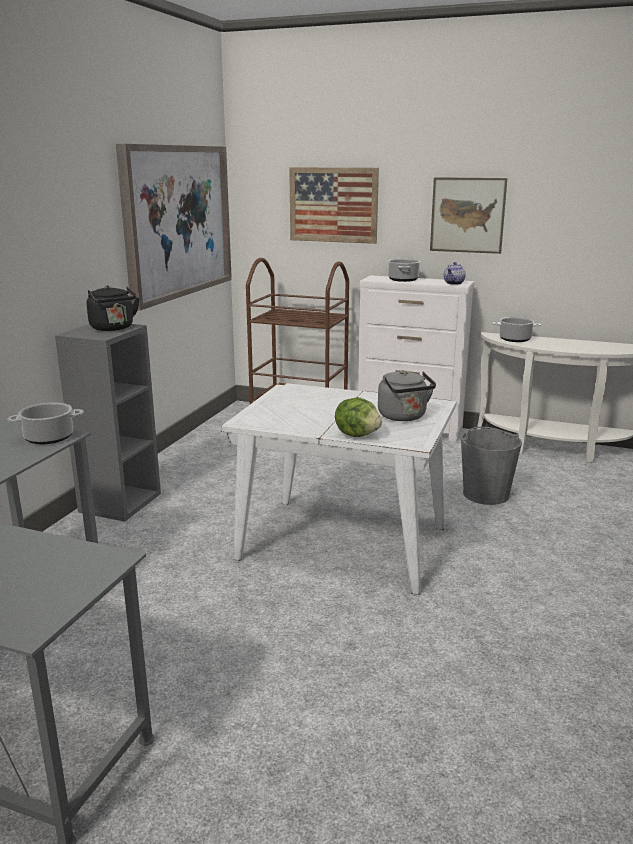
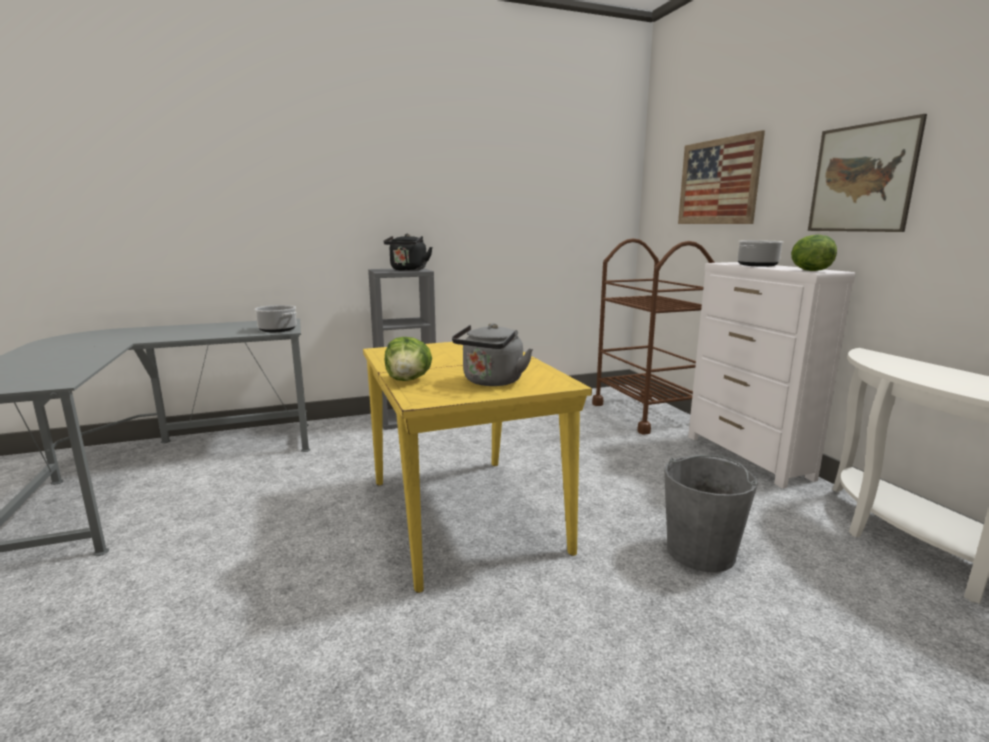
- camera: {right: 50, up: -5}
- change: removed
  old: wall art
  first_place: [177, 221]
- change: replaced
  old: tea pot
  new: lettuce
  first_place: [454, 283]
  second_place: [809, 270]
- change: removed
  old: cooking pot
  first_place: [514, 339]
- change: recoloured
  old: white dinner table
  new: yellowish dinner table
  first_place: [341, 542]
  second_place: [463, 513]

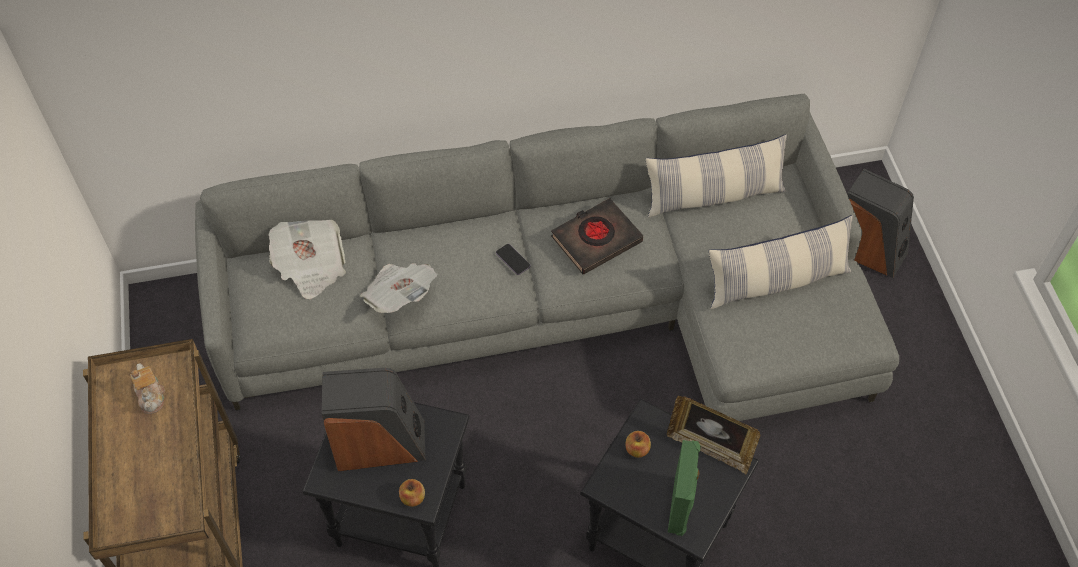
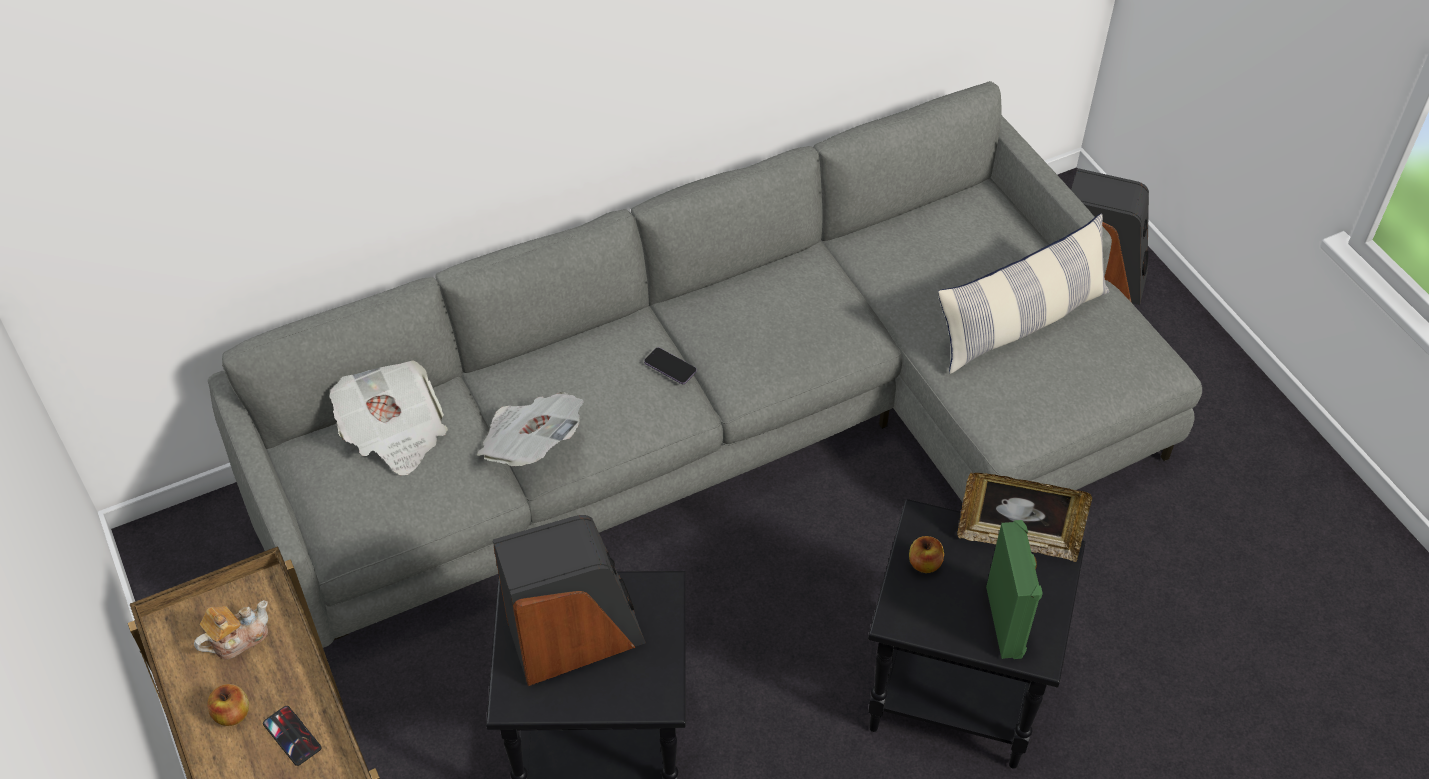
- camera: {right: -15, up: -5}
- change: removed
  old: pillow
  first_place: [713, 196]
- change: removed
  old: black volume
  first_place: [596, 239]
- change: turned
  old: tea pot
  first_place: [151, 395]
  second_place: [237, 638]
  degrees: -90
- change: moved
  old: whole apple
  first_place: [413, 498]
  second_place: [232, 714]
- change: added
  new: telephone
  second_place: [292, 736]

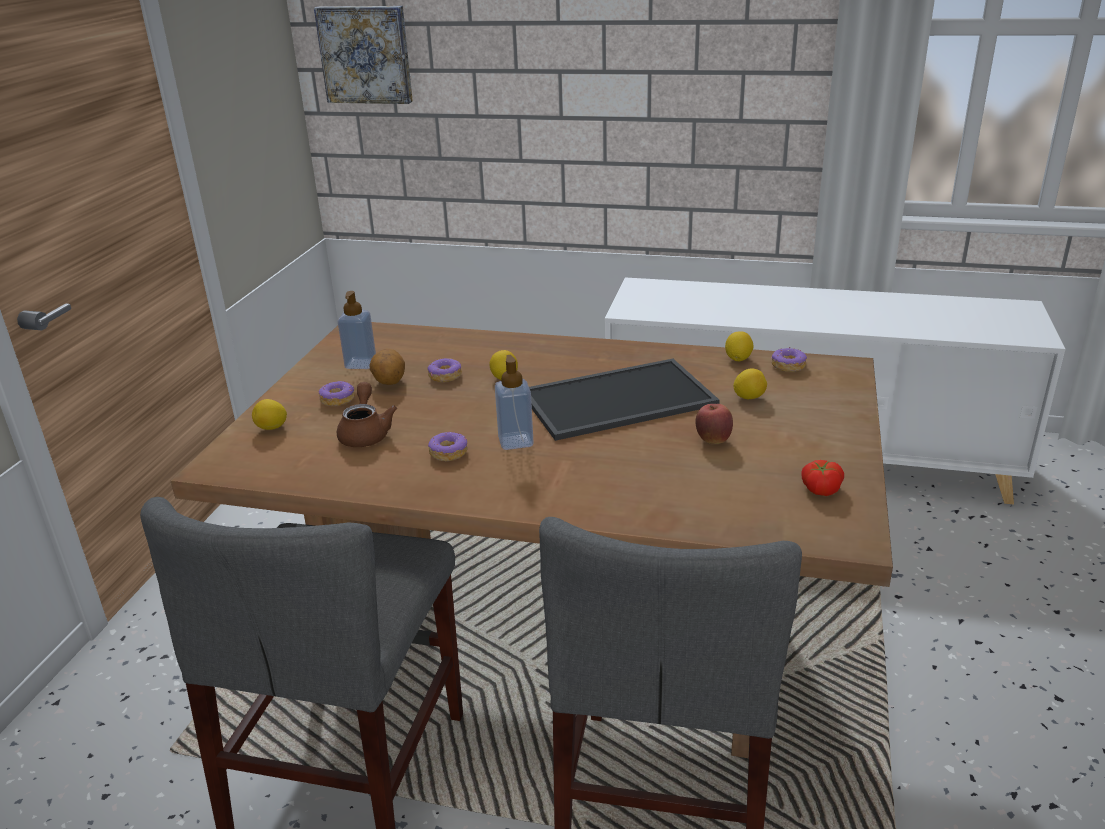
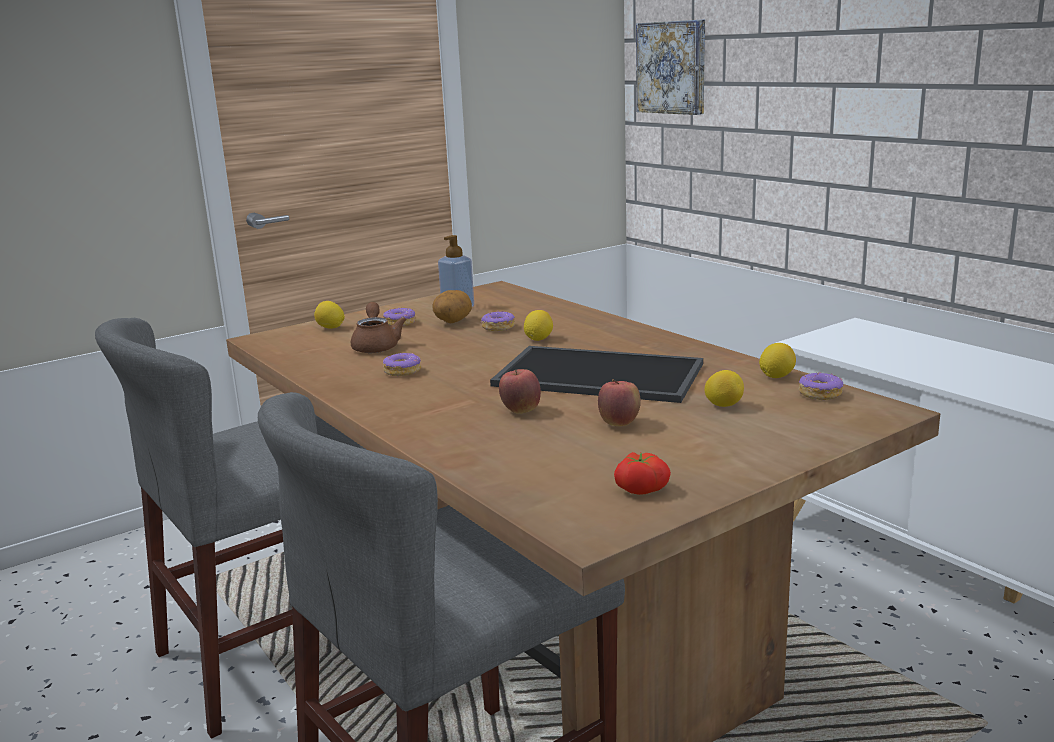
- camera: {right: 40, up: -10}
- change: removed
  old: soap bottle
  first_place: [515, 441]
- change: turned
  old: brown-coloured tea pot
  first_place: [366, 433]
  second_place: [376, 346]
  degrees: -45
- change: added
  new: whole apple
  second_place: [520, 411]

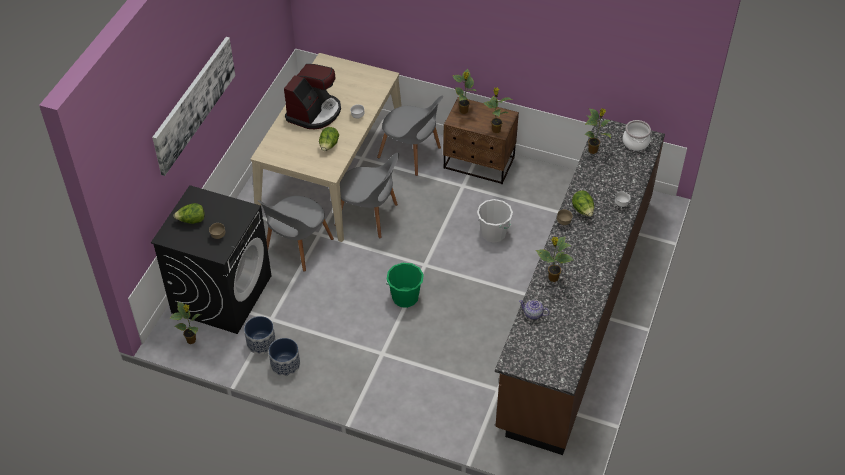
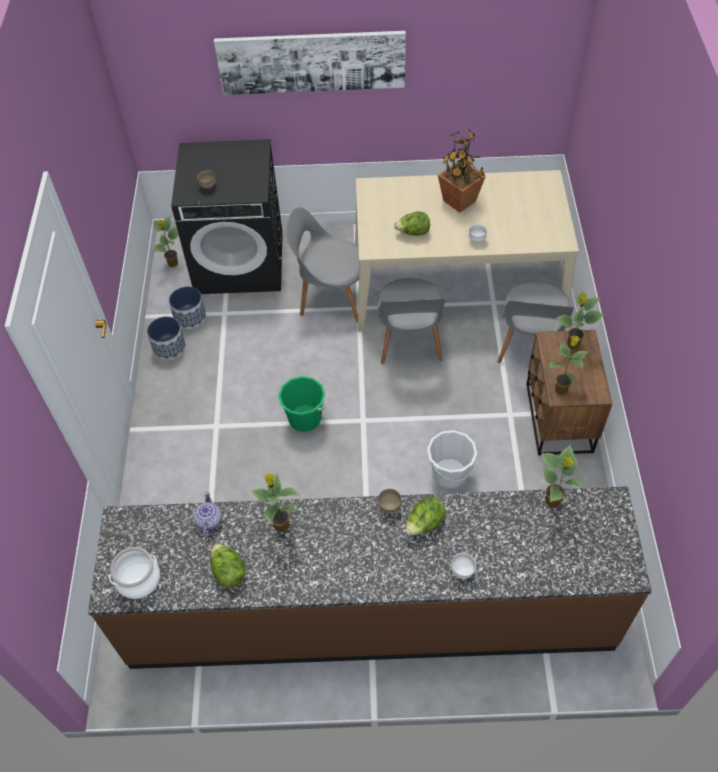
- camera: {right: 70, up: 5}
- change: replaced
  old: coffee brewer
  new: houseplant
  first_place: [314, 112]
  second_place: [459, 201]
- change: moved
  old: cooking pot
  first_place: [635, 142]
  second_place: [138, 579]
- change: moved
  old: lettuce
  first_place: [191, 221]
  second_place: [228, 572]

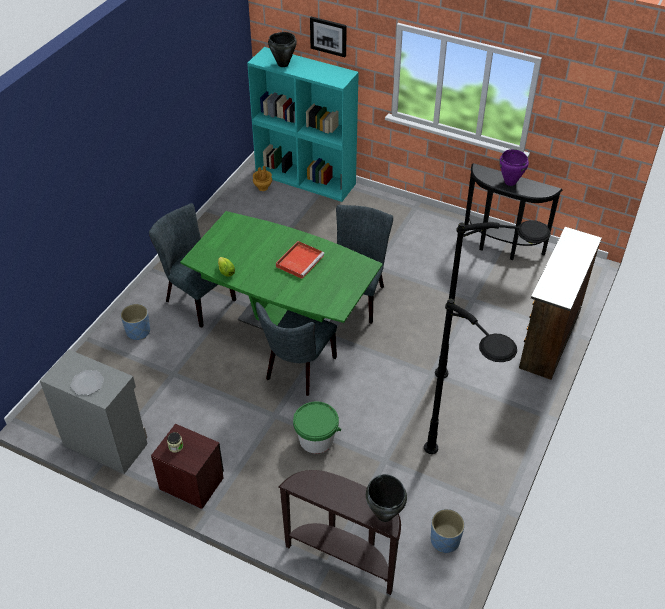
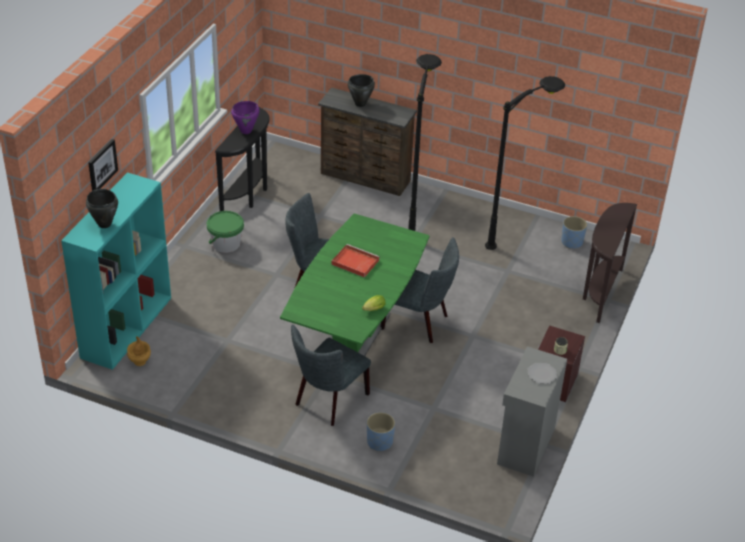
- camera: {right: -95, up: -5}
- change: moved
  old: green-coloured bucket
  first_place: [316, 439]
  second_place: [226, 244]
- change: moved
  old: black cooking pot
  first_place: [384, 514]
  second_place: [360, 104]

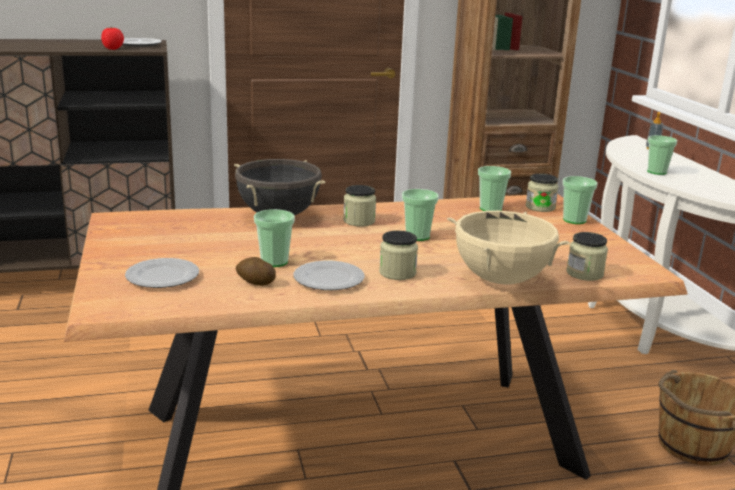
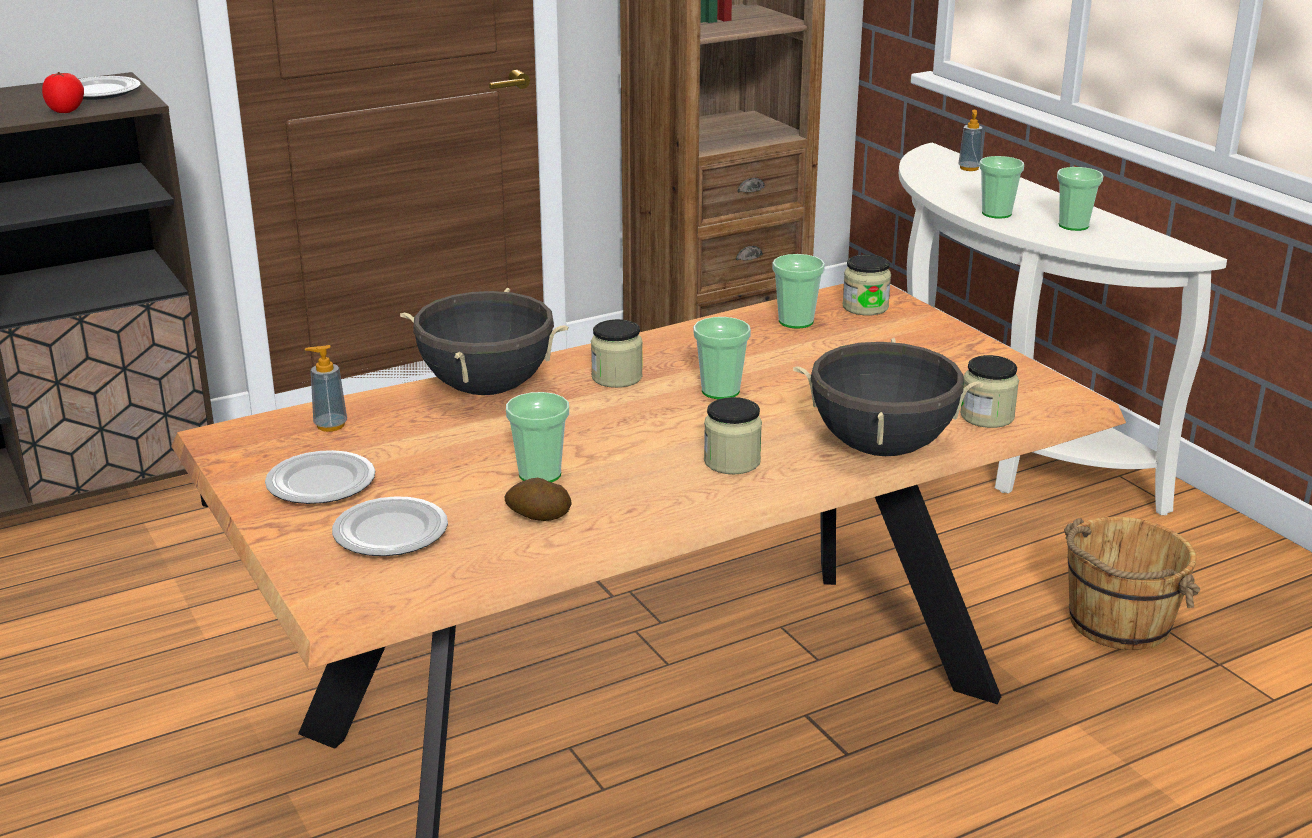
- camera: {right: -15, up: 5}
- change: moved
  old: small cup
  first_place: [574, 220]
  second_place: [1073, 225]
- change: recoloured
  old: beige cooking pot
  new: black cooking pot
  first_place: [501, 280]
  second_place: [881, 447]
- change: moved
  old: dinner plate
  first_place: [328, 280]
  second_place: [321, 484]
- change: added
  new: soap bottle
  second_place: [330, 425]

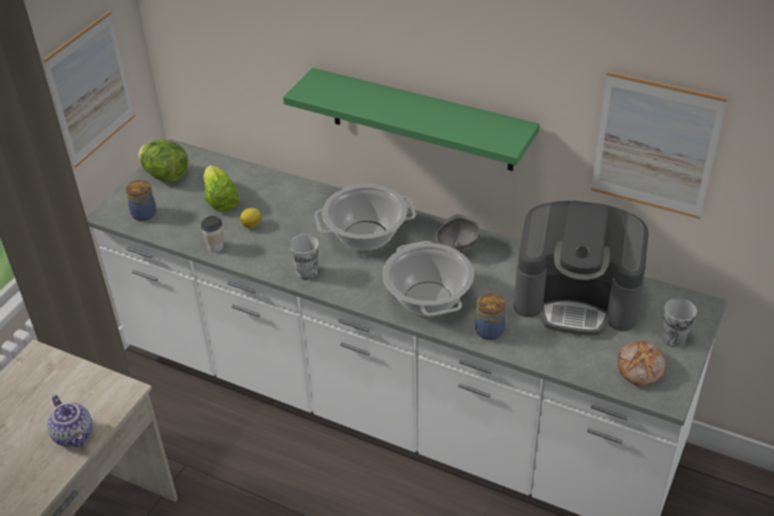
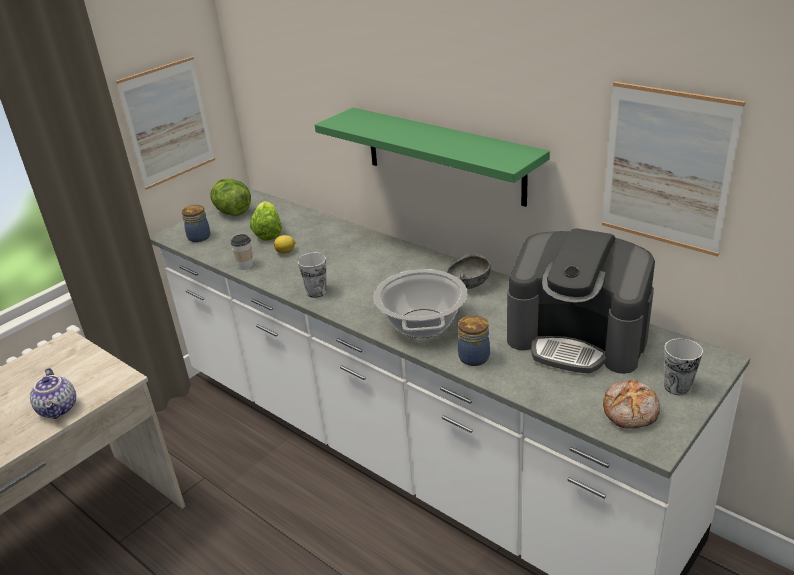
- camera: {right: 15, up: -10}
- change: removed
  old: cooking pot
  first_place: [366, 236]

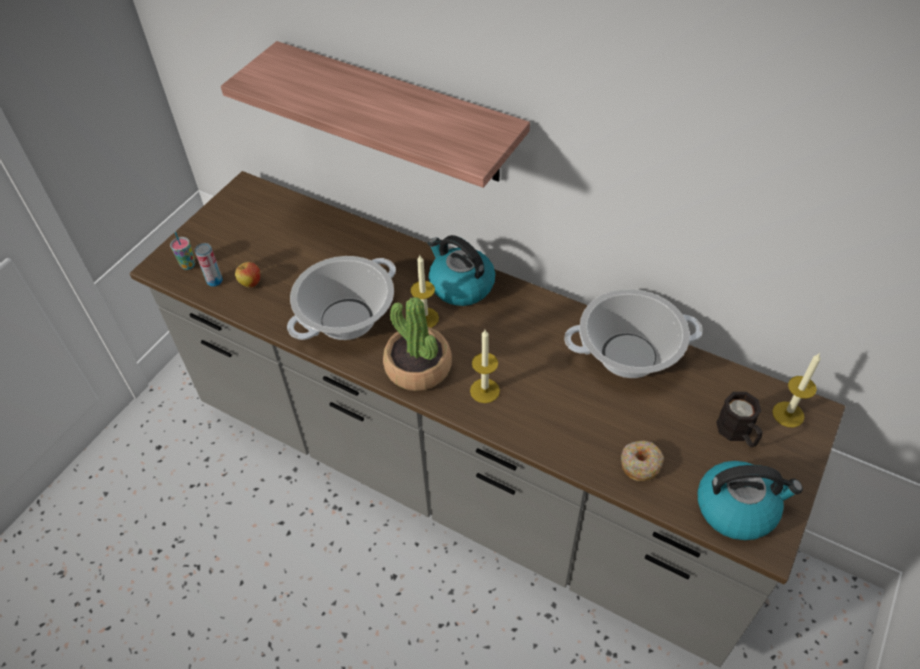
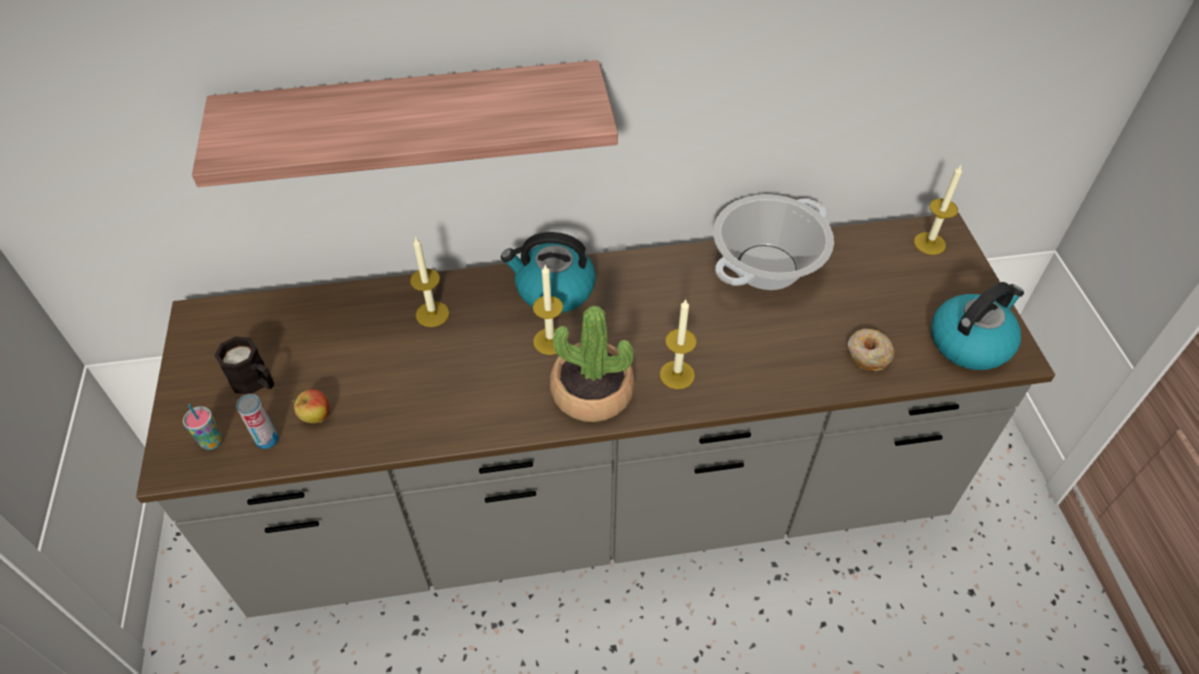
- camera: {right: -40, up: 0}
- change: removed
  old: cooking pot
  first_place: [346, 319]
- change: moved
  old: black coffee mug
  first_place: [738, 433]
  second_place: [256, 382]
- change: added
  new: wax candle
  second_place: [432, 314]

